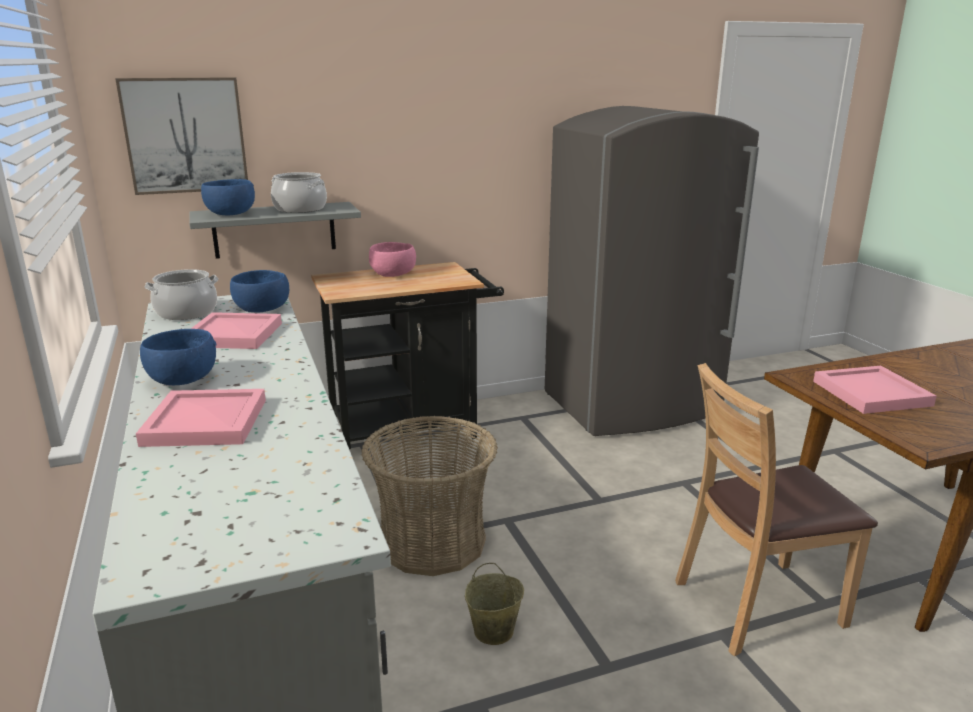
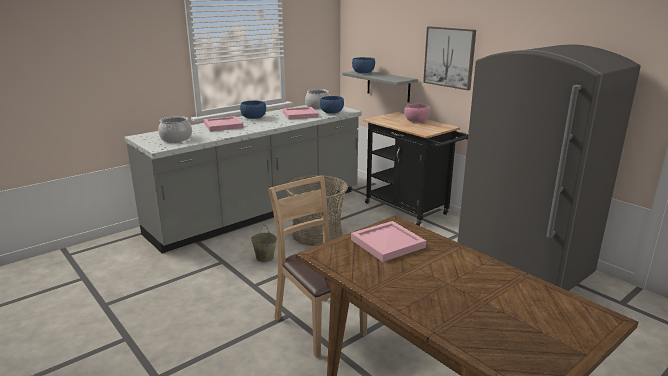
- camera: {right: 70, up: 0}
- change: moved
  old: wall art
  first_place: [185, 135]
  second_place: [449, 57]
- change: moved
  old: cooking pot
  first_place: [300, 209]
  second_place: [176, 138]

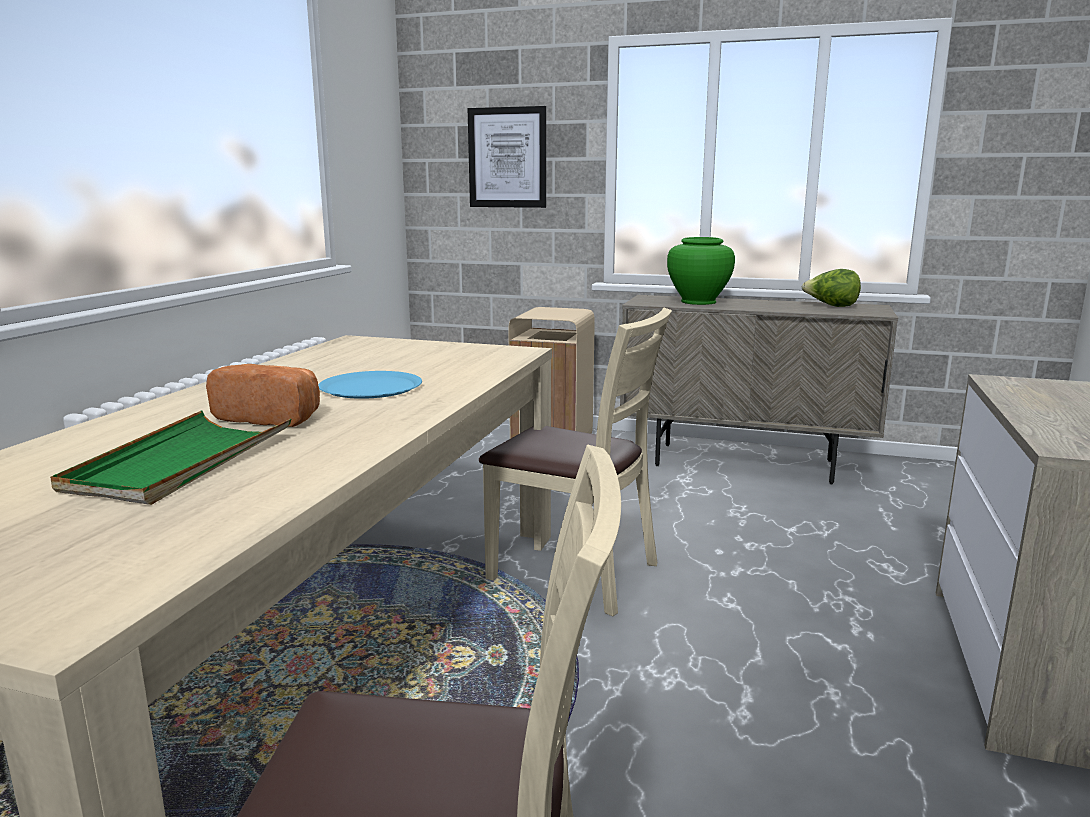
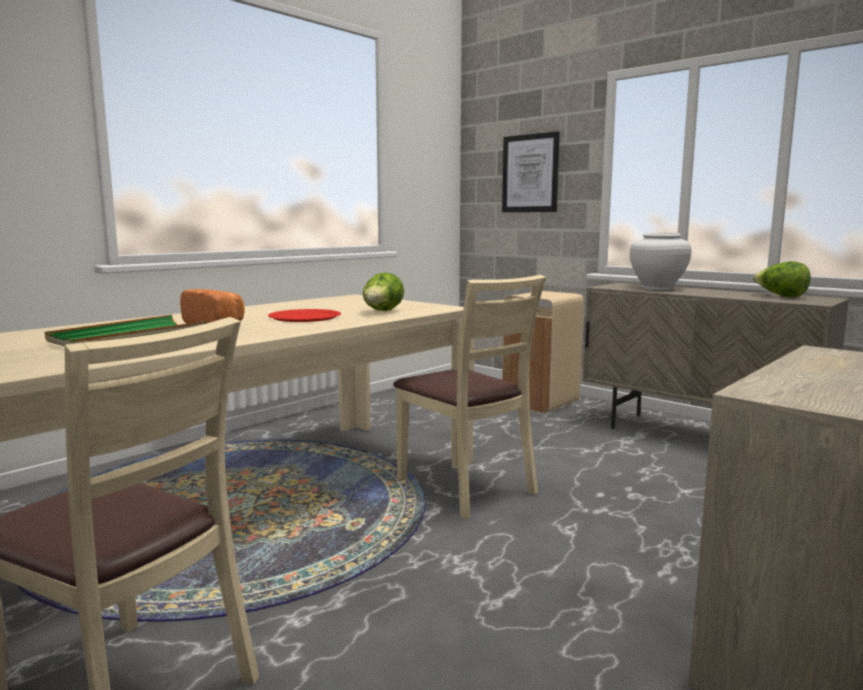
- camera: {right: 25, up: -5}
- change: recoloured
  old: green-coloured decorative vase
  new: white decorative vase
  first_place: [698, 302]
  second_place: [657, 288]
- change: recoloured
  old: blue dinner plate
  new: red dinner plate
  first_place: [371, 387]
  second_place: [305, 317]
- change: added
  new: lettuce
  second_place: [382, 312]

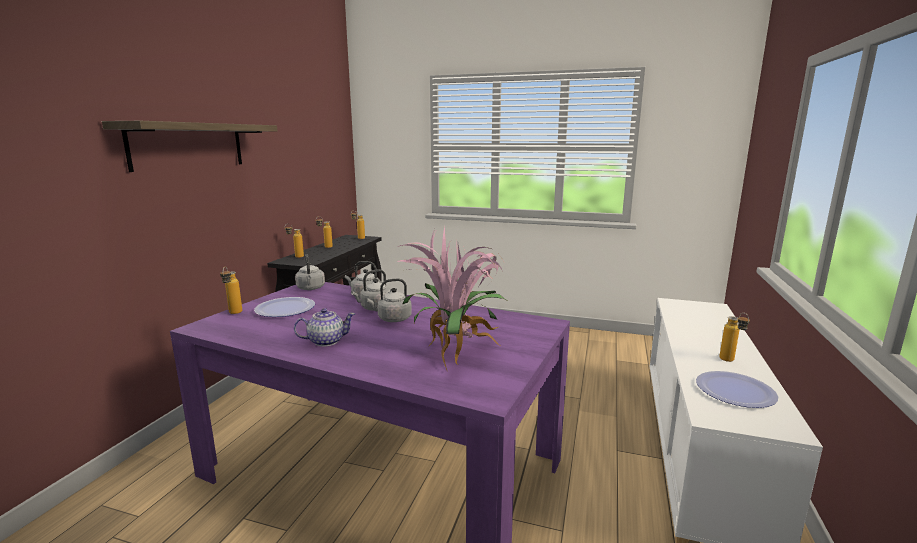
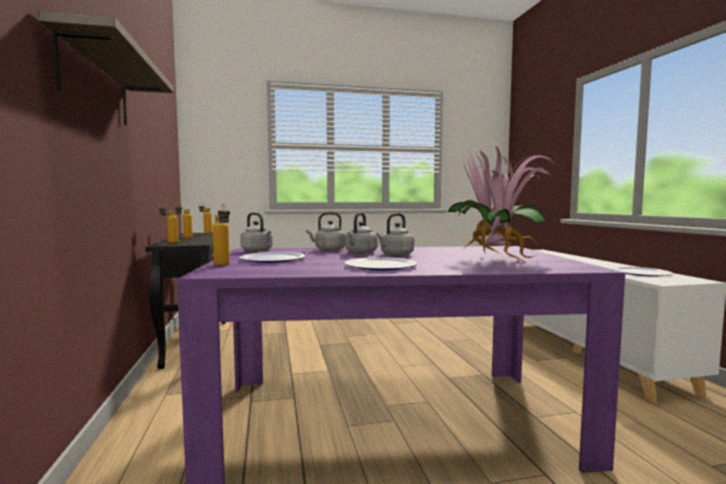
- camera: {right: -30, up: -10}
- change: replaced
  old: tea pot
  new: dinner plate
  first_place: [326, 341]
  second_place: [380, 266]
- change: removed
  old: beverage bottle
  first_place: [730, 361]

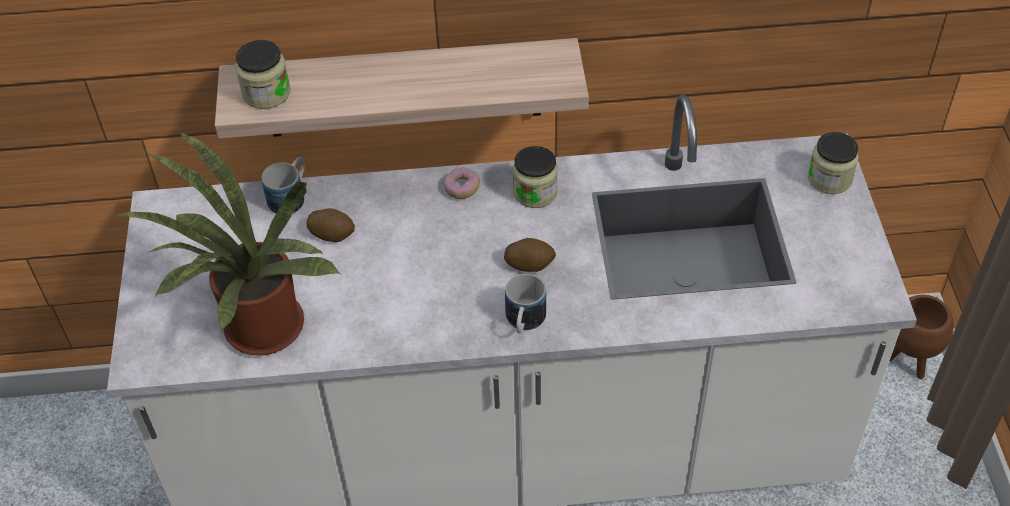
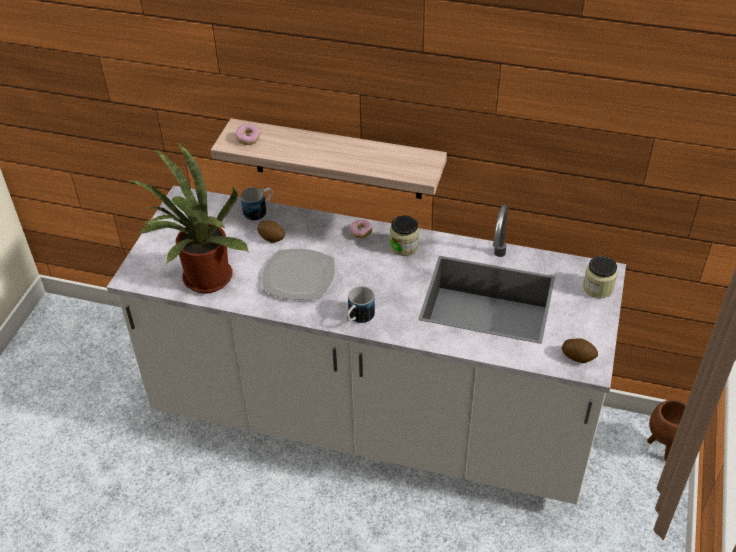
- camera: {right: 20, up: -5}
- change: replaced
  old: preserve jar
  new: ring doughnut
  first_place: [266, 93]
  second_place: [248, 139]
- change: moved
  old: spud
  first_place: [529, 264]
  second_place: [578, 356]
- change: added
  new: dinner plate
  second_place: [298, 277]

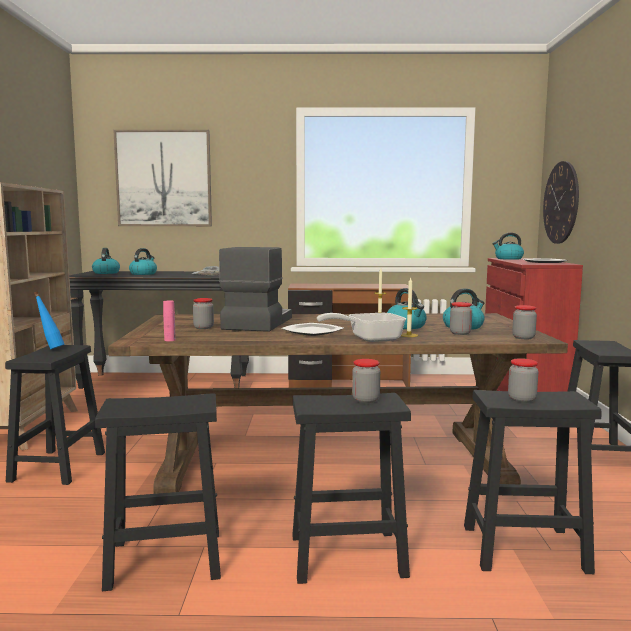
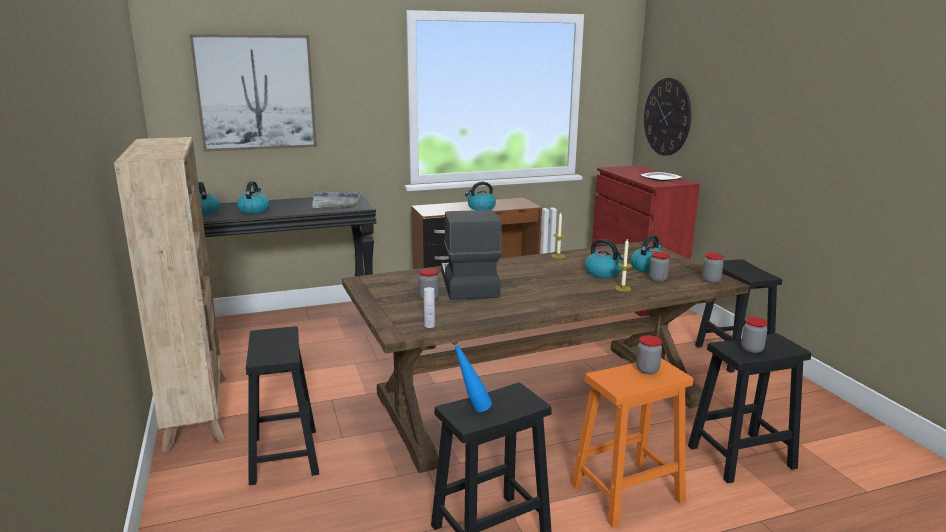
- camera: {right: -20, up: 10}
- change: moved
  old: tea kettle
  first_place: [508, 259]
  second_place: [481, 208]
- change: moved
  old: blue beverage bottle
  first_place: [50, 348]
  second_place: [472, 409]
- change: recoloured
  old: pink beverage bottle
  new: white beverage bottle
  first_place: [169, 340]
  second_place: [429, 325]
- change: removed
  old: frying pan
  first_place: [369, 339]
- change: removed
  old: dinner plate
  first_place: [312, 331]
- change: recoloured
  old: black sitting stool
  new: orange-coloured sitting stool
  first_place: [345, 556]
  second_place: [626, 493]

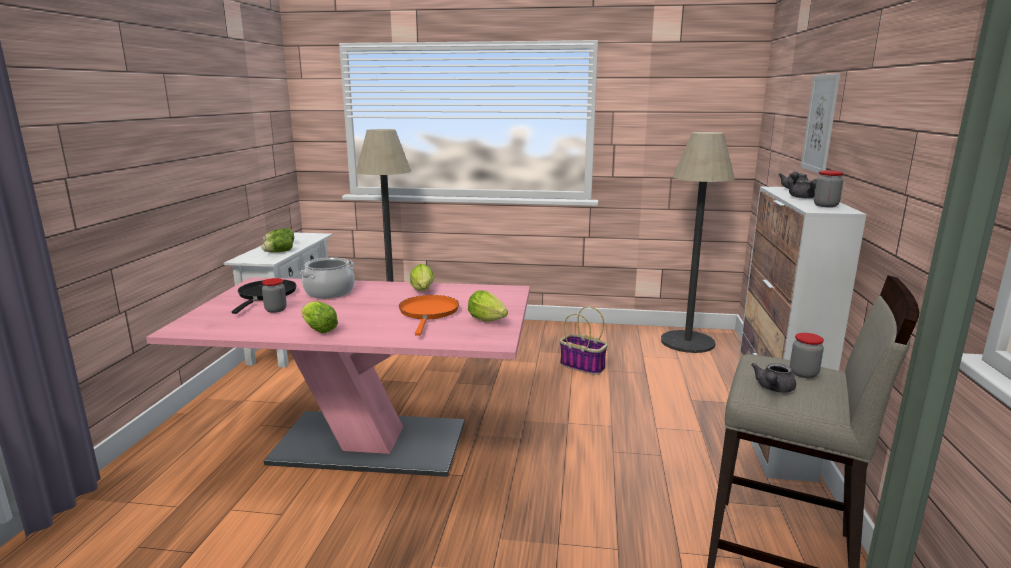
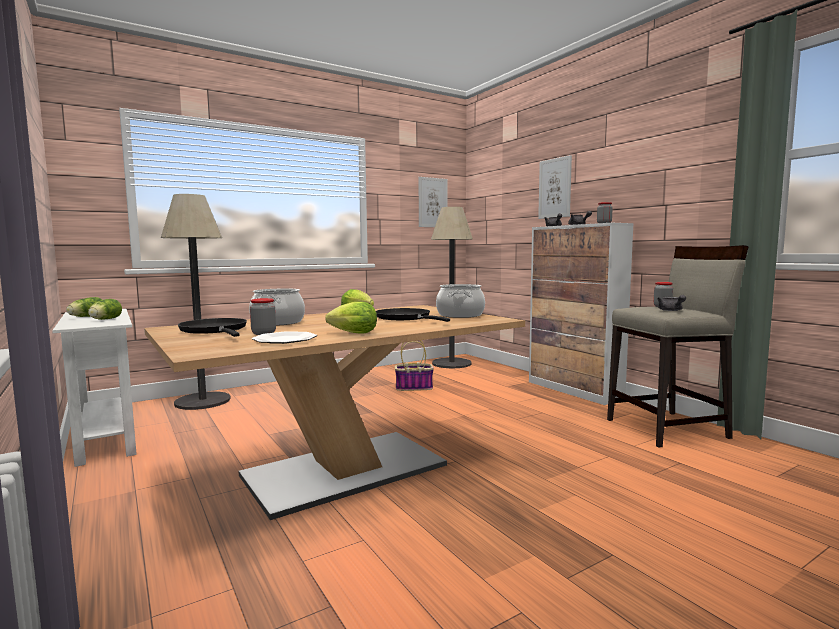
- camera: {right: -40, up: -10}
- change: recoloured
  old: pink dinner table
  new: brown-coloured dinner table
  first_place: [370, 443]
  second_place: [345, 470]
- change: replaced
  old: lettuce
  new: cooking pot
  first_place: [489, 321]
  second_place: [460, 315]
- change: recoloured
  old: orange-coloured frying pan
  new: black frying pan
  first_place: [428, 313]
  second_place: [405, 318]
- change: added
  new: wall art
  second_place: [432, 202]
- change: added
  new: dinner plate
  second_place: [285, 340]

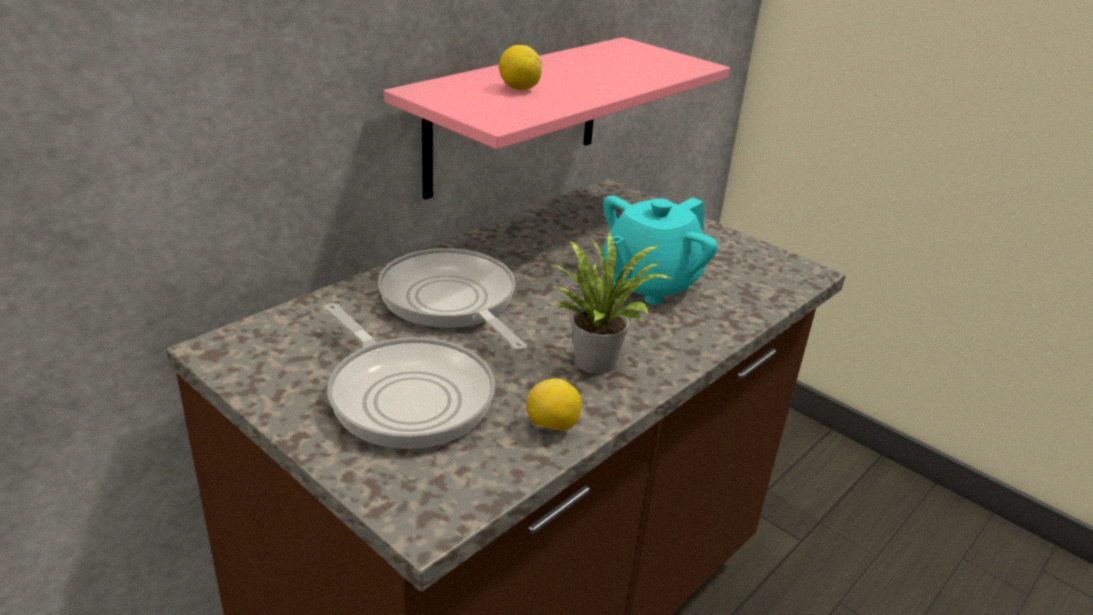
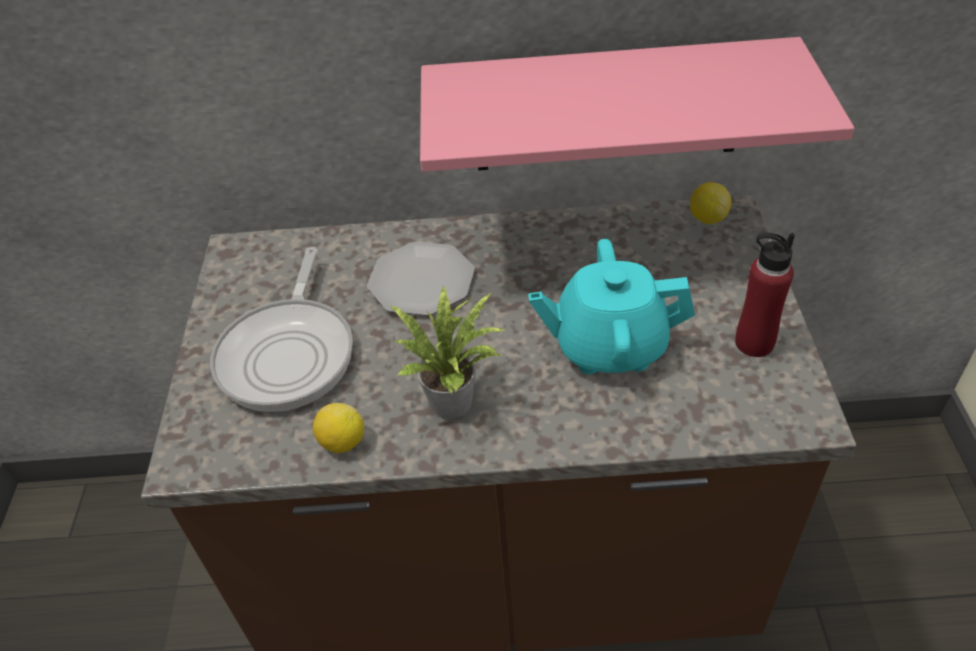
- camera: {right: 50, up: 15}
- change: moved
  old: whole lemon
  first_place: [519, 88]
  second_place: [707, 218]
- change: replaced
  old: frying pan
  new: dinner plate
  first_place: [451, 302]
  second_place: [421, 282]
- change: added
  new: red beverage bottle
  second_place: [754, 343]

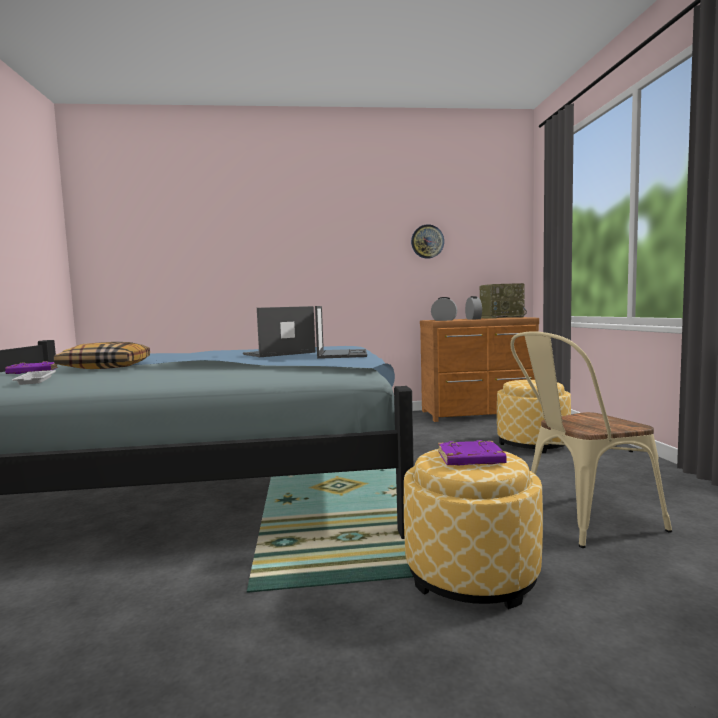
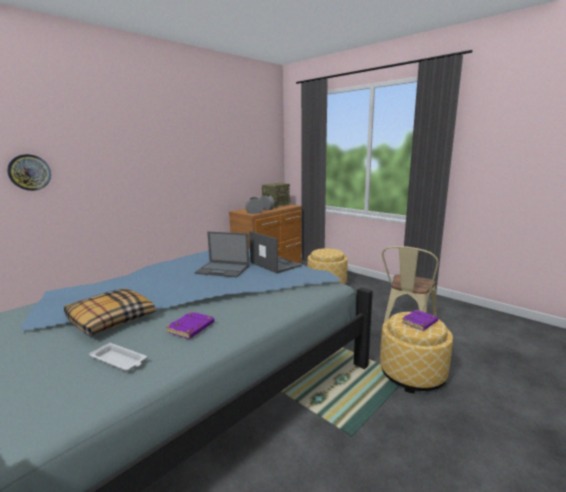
- camera: {right: -40, up: 10}
- change: moved
  old: wall clock
  first_place: [427, 241]
  second_place: [29, 172]
- change: turned
  old: laptop
  first_place: [278, 353]
  second_place: [223, 269]
  degrees: -90
- change: moved
  old: purple-coloured volume
  first_place: [32, 372]
  second_place: [191, 328]

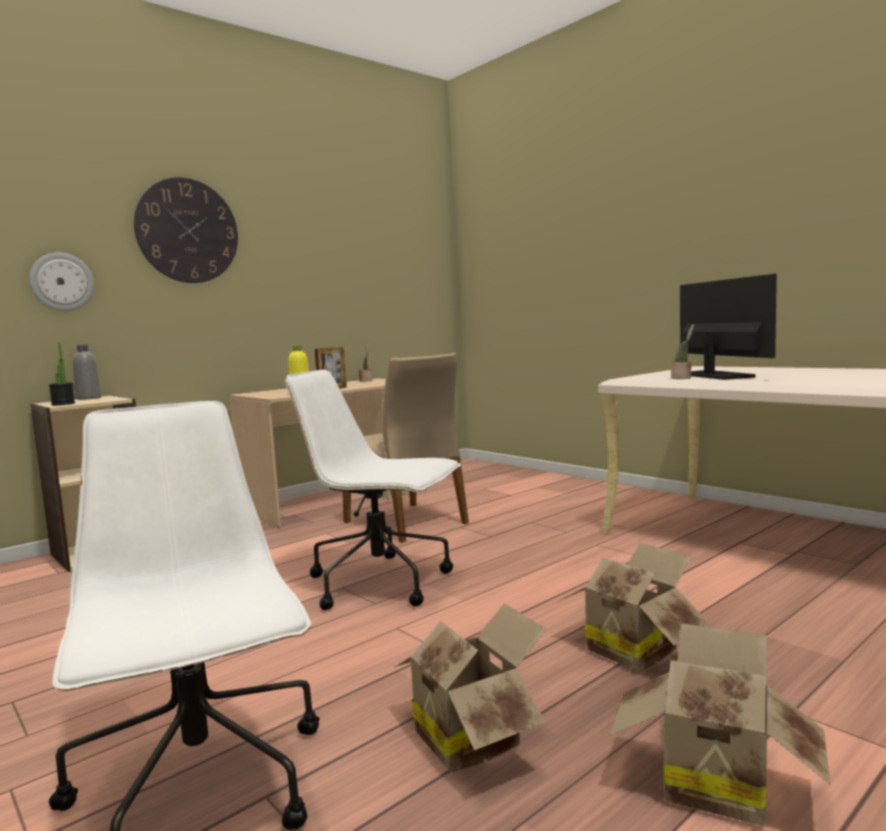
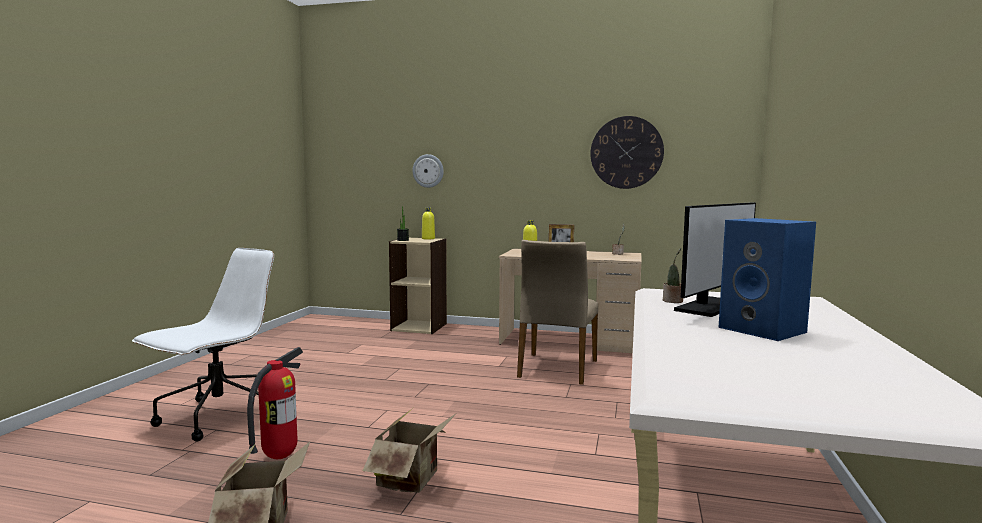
- camera: {right: 55, up: 0}
- change: moved
  old: wall clock
  first_place: [187, 231]
  second_place: [626, 152]
- change: recoloured
  old: grey beverage bottle
  new: yellowish beverage bottle
  first_place: [88, 398]
  second_place: [428, 238]
- change: removed
  old: white desk chair
  first_place: [382, 583]
- change: replaced
  old: cardboard box
  new: fire-fighting cylinder
  first_place: [472, 736]
  second_place: [279, 457]
- change: added
  new: blue loudspeaker
  second_place: [764, 330]

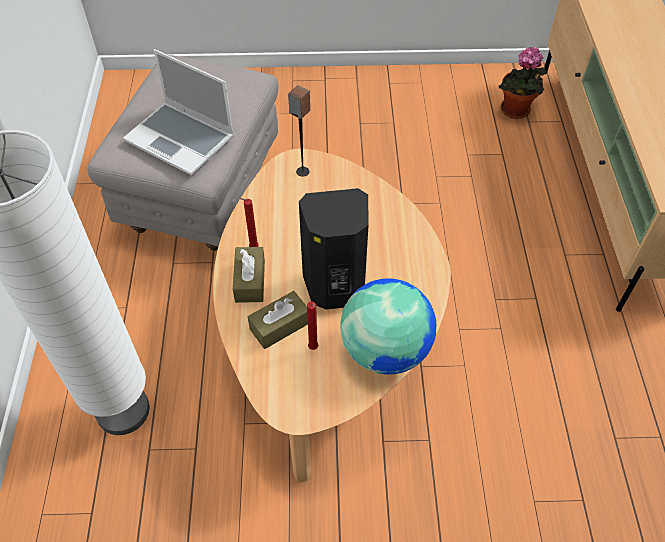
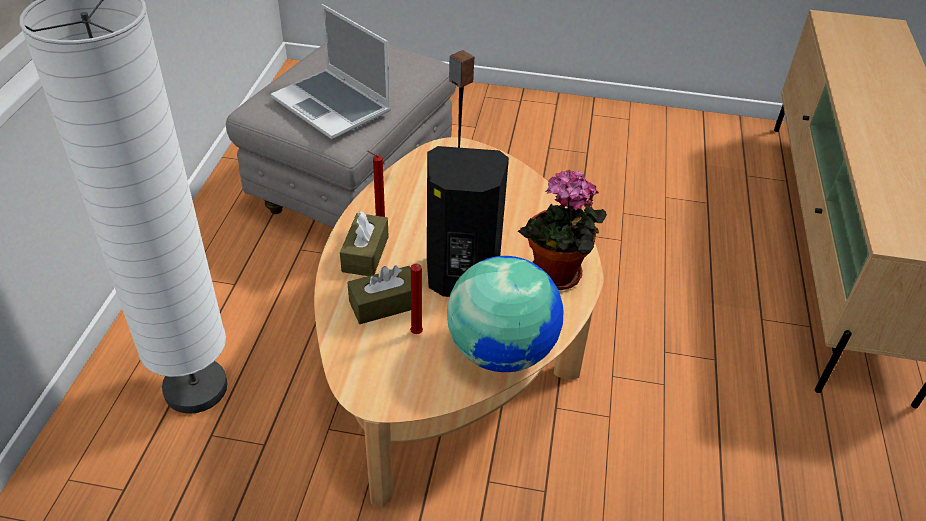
- camera: {right: 10, up: -10}
- change: moved
  old: houseplant
  first_place: [515, 112]
  second_place: [555, 277]

